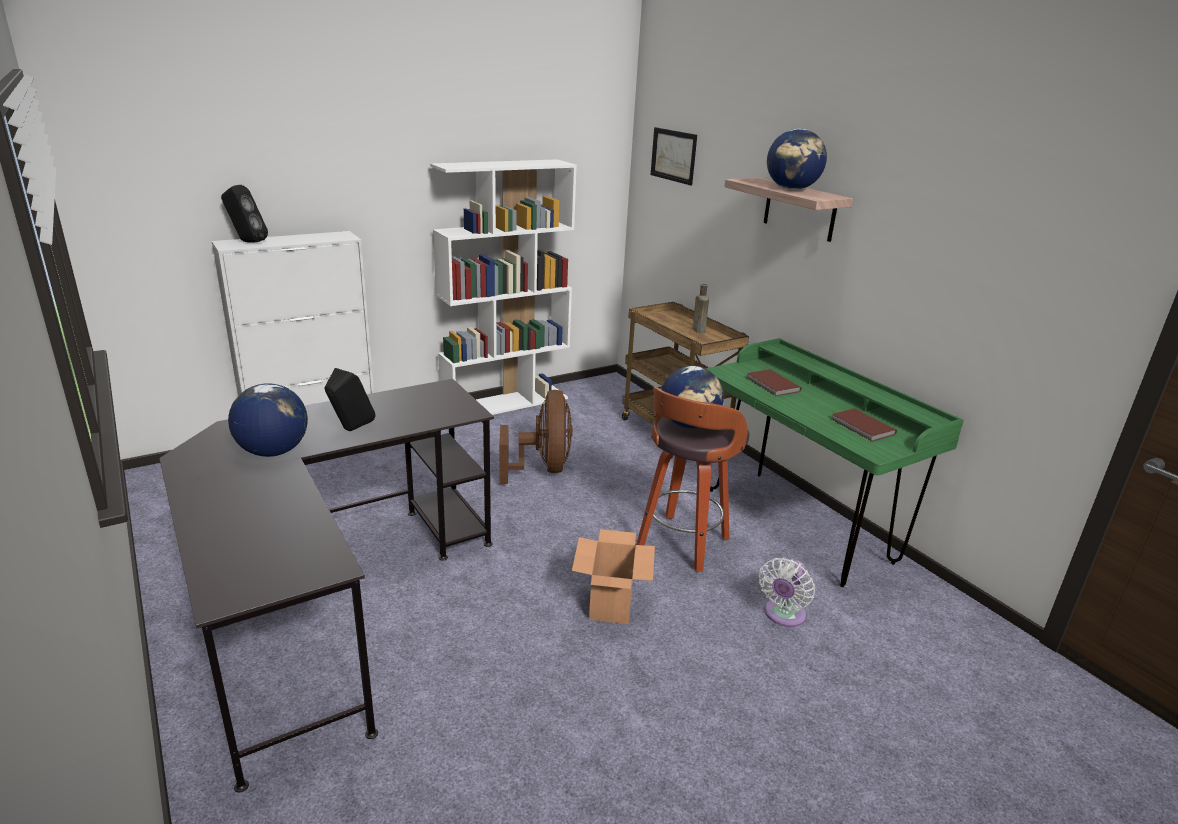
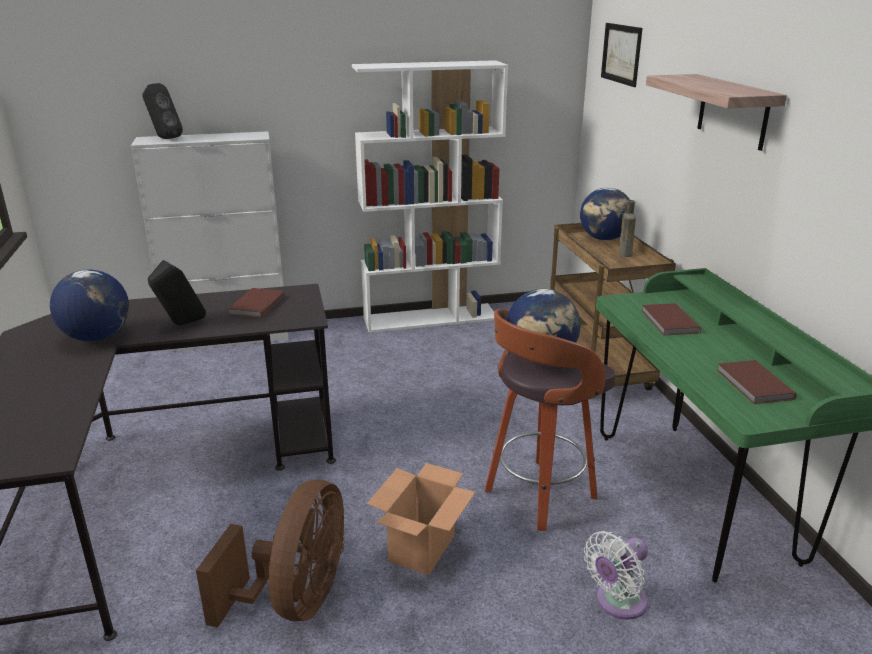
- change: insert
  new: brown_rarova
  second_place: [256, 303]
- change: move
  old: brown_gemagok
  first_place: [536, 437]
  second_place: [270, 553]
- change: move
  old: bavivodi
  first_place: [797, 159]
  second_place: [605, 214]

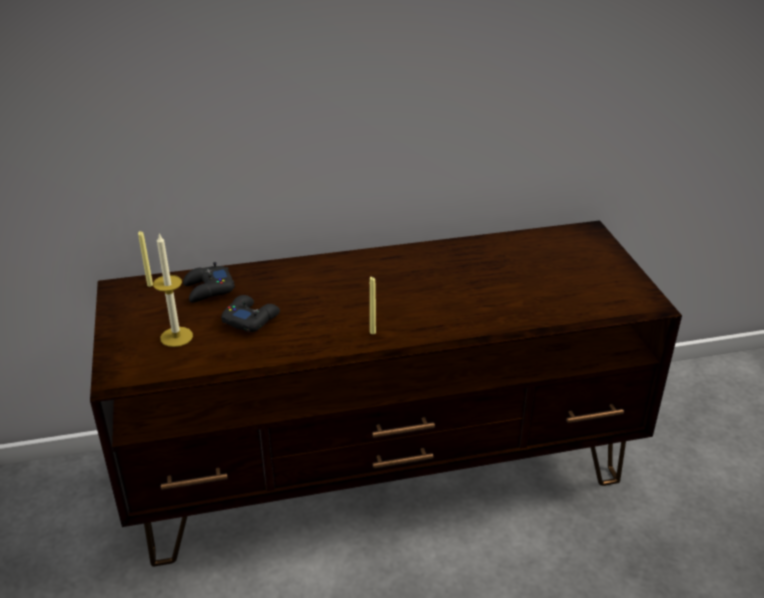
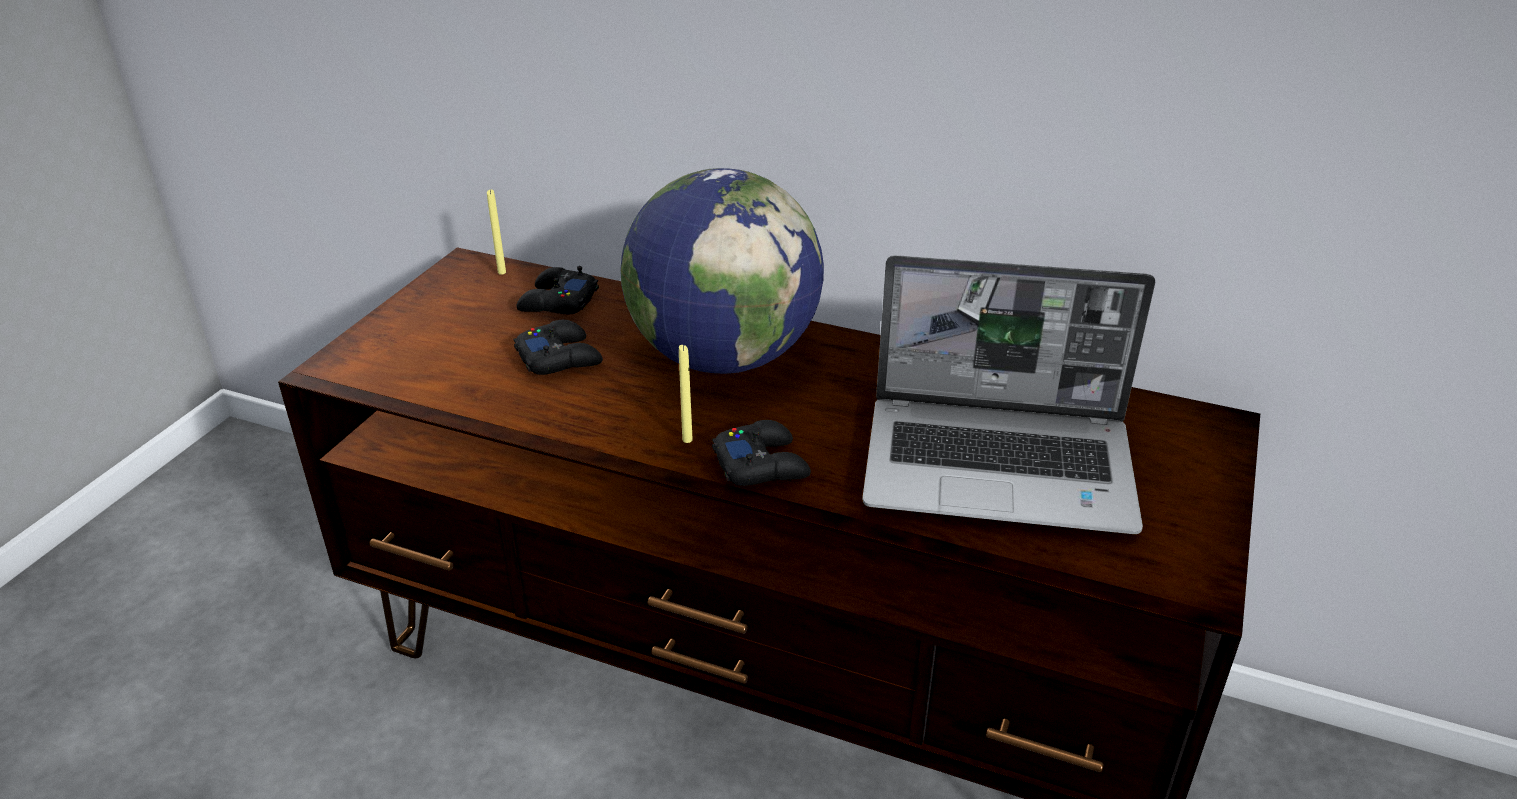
- change: delete
  old: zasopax
  first_place: [173, 290]
- change: insert
  new: bavivodi
  second_place: [722, 271]
- change: insert
  new: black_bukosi
  second_place: [761, 453]
- change: insert
  new: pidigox
  second_place: [1008, 394]

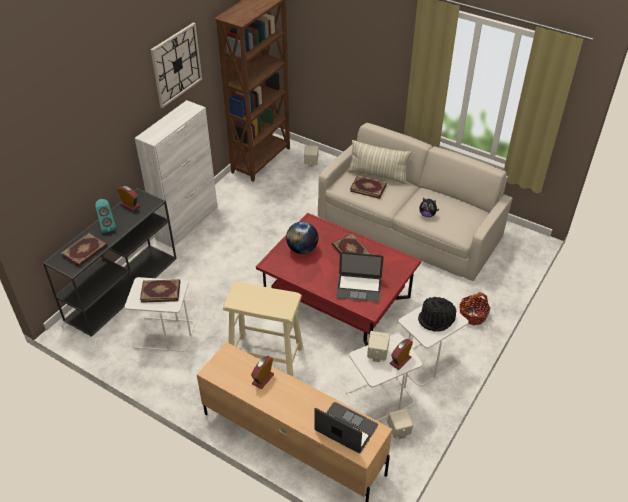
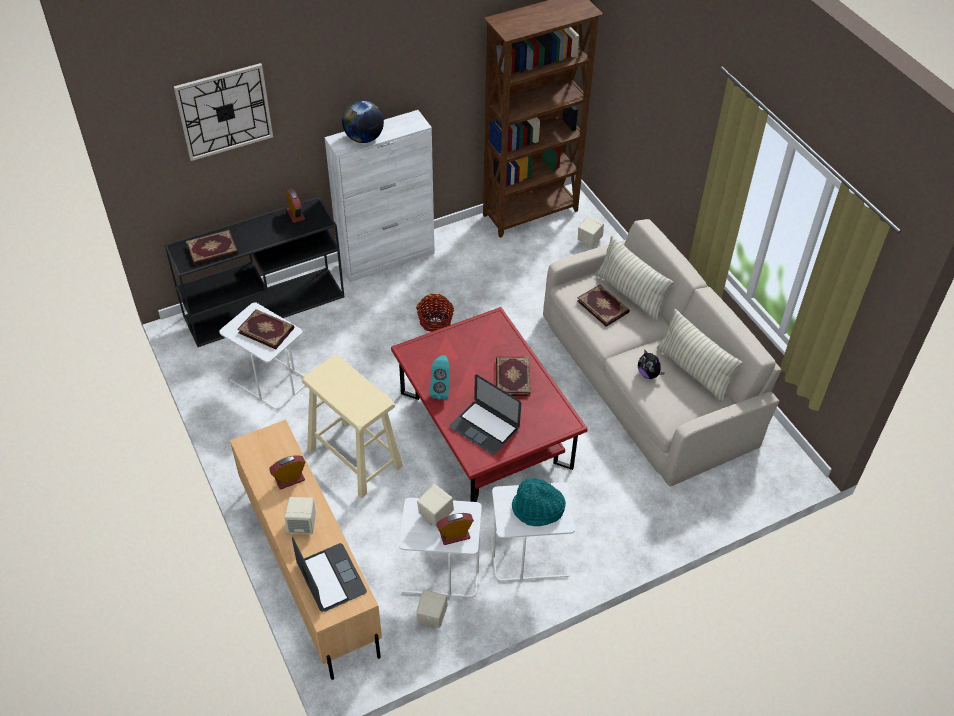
- change: insert
  new: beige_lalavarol
  second_place: [300, 515]
- change: insert
  new: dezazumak
  second_place: [700, 355]
- change: move
  old: turquoise_lalavarol
  first_place: [105, 216]
  second_place: [439, 377]
- change: move
  old: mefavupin
  first_place: [176, 65]
  second_place: [223, 112]
- change: move
  old: bavivodi
  first_place: [302, 238]
  second_place: [363, 122]
- change: move
  old: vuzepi
  first_place: [475, 308]
  second_place: [435, 313]
- change: recolor
  old: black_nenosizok
  new: turquoise_nenosizok
  first_place: [437, 314]
  second_place: [539, 502]

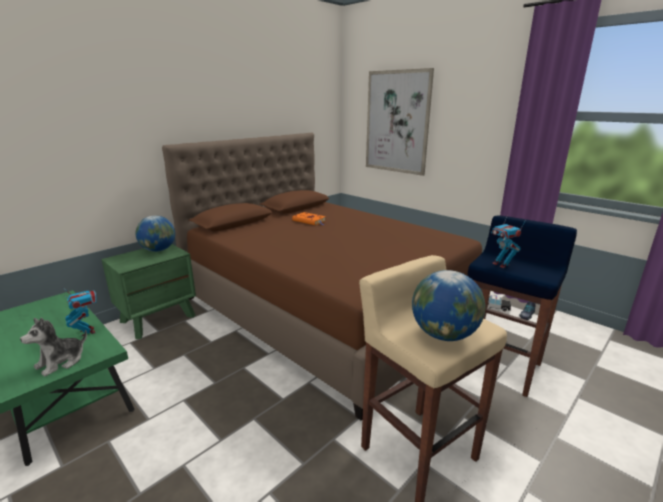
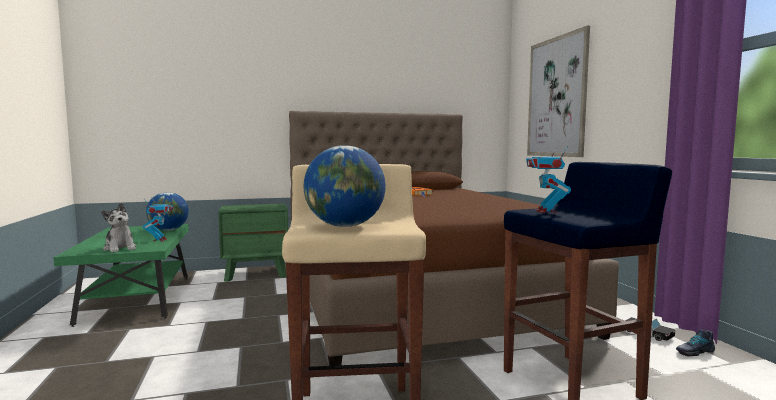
- change: move
  old: bavivodi
  first_place: [155, 233]
  second_place: [167, 211]
- change: rotate
  old: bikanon
  first_place: [53, 347]
  second_place: [118, 228]
  degrees: -105

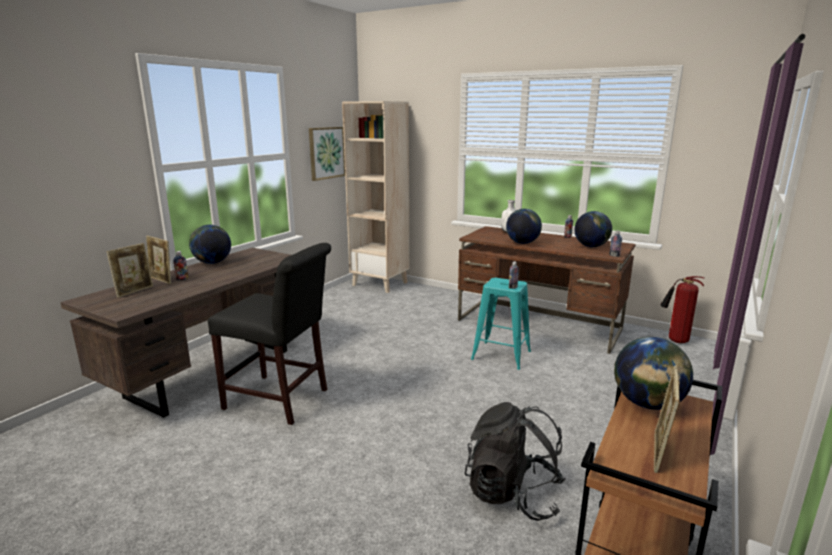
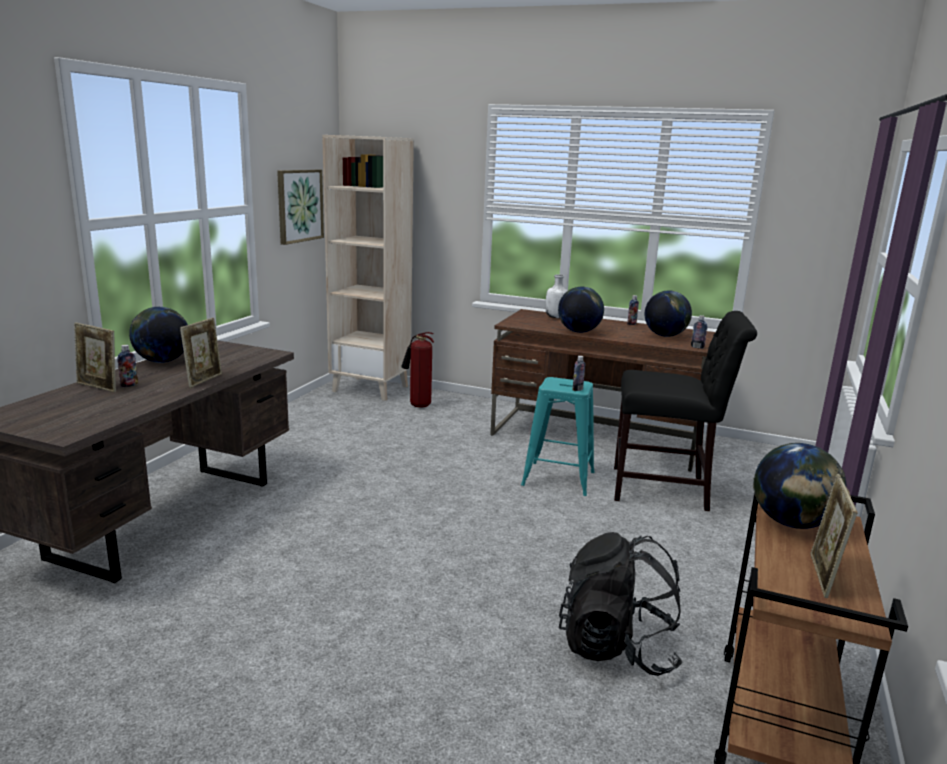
- change: move
  old: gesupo
  first_place: [130, 270]
  second_place: [201, 353]
- change: move
  old: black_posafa
  first_place: [269, 334]
  second_place: [685, 411]
- change: move
  old: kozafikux
  first_place: [682, 309]
  second_place: [417, 370]

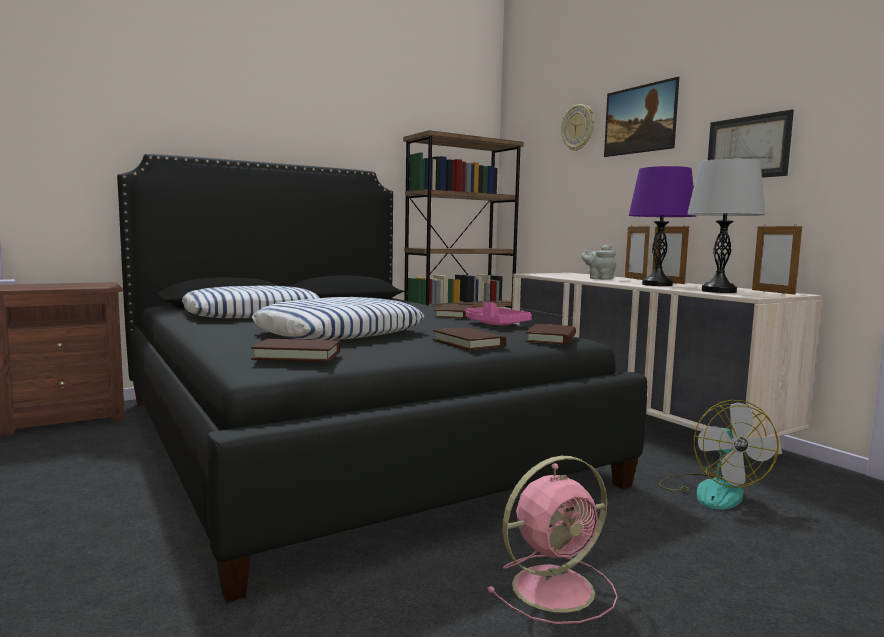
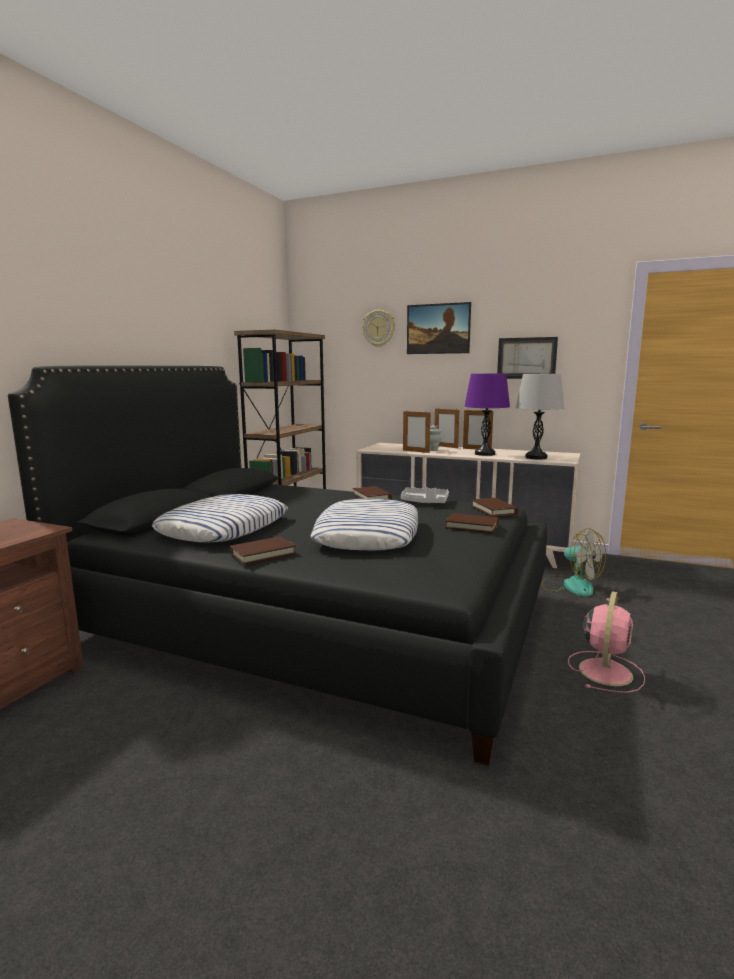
- change: move
  old: brown_rarova
  first_place: [295, 350]
  second_place: [263, 550]
- change: move
  old: gesupo
  first_place: [777, 259]
  second_place: [417, 432]
- change: recolor
  old: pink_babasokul
  new: grey_babasokul
  first_place: [498, 313]
  second_place: [425, 495]

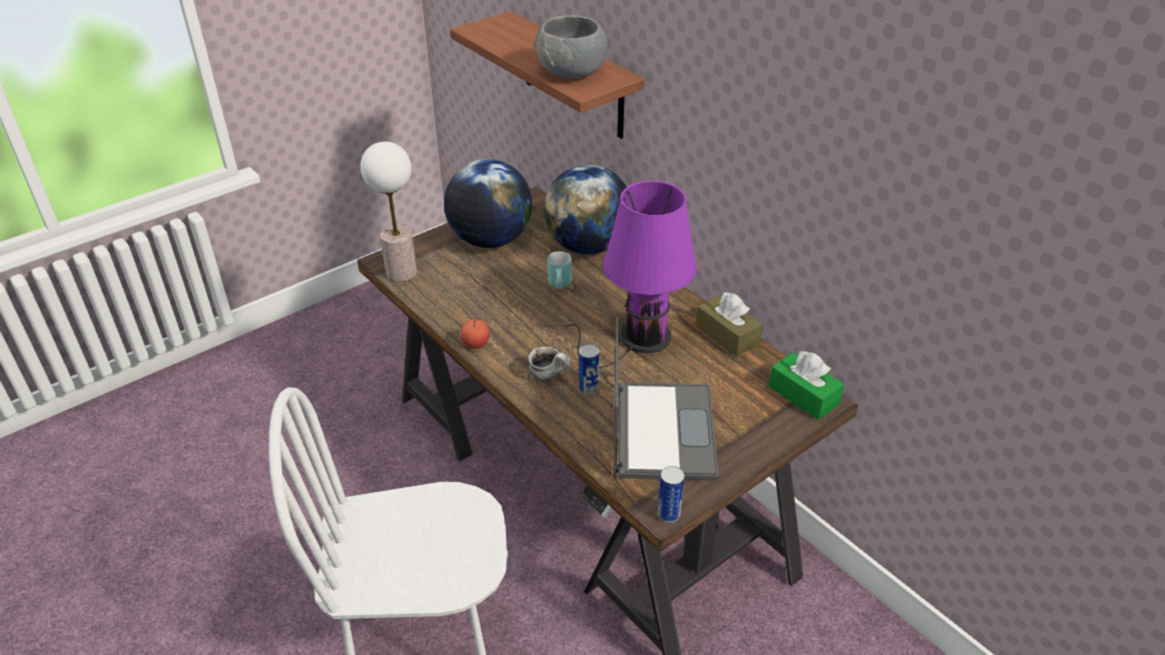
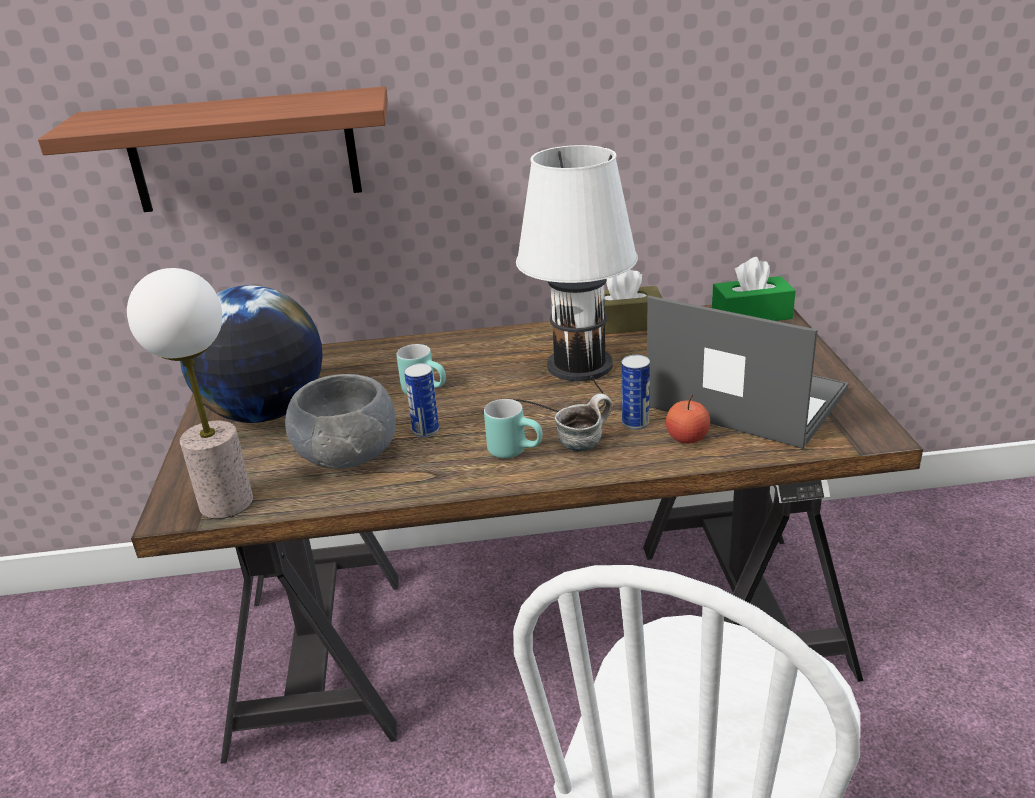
- change: delete
  old: bavivodi
  first_place: [585, 209]
- change: insert
  new: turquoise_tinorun
  second_place: [513, 428]
- change: move
  old: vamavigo
  first_place: [475, 334]
  second_place: [688, 419]
- change: move
  old: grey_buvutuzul
  first_place: [571, 47]
  second_place: [340, 421]
- change: move
  old: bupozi
  first_place: [671, 494]
  second_place: [421, 400]
- change: recolor
  old: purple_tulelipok
  new: white_tulelipok
  first_place: [630, 274]
  second_place: [575, 278]

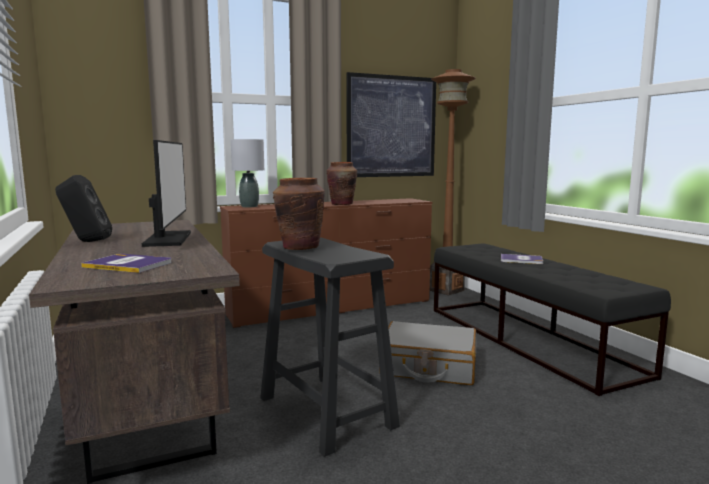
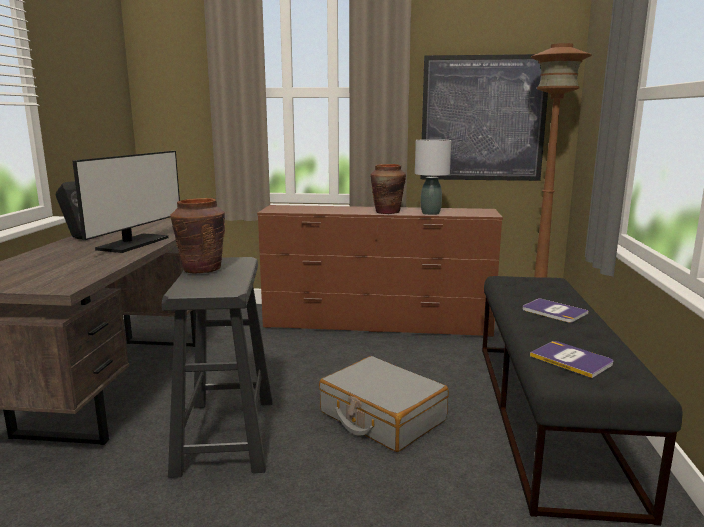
- change: move
  old: rarova
  first_place: [126, 263]
  second_place: [571, 359]
- change: move
  old: grey_tulelipok
  first_place: [247, 173]
  second_place: [433, 177]

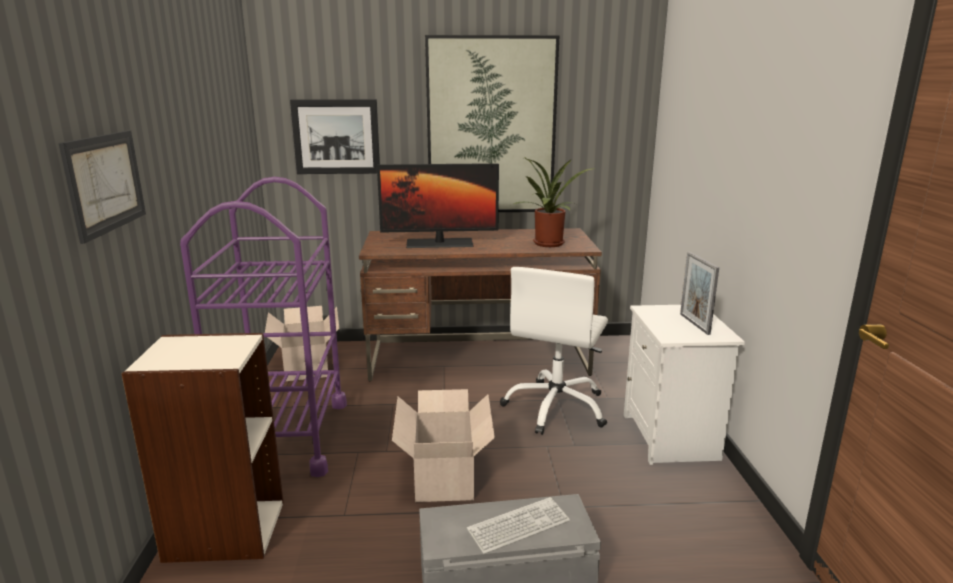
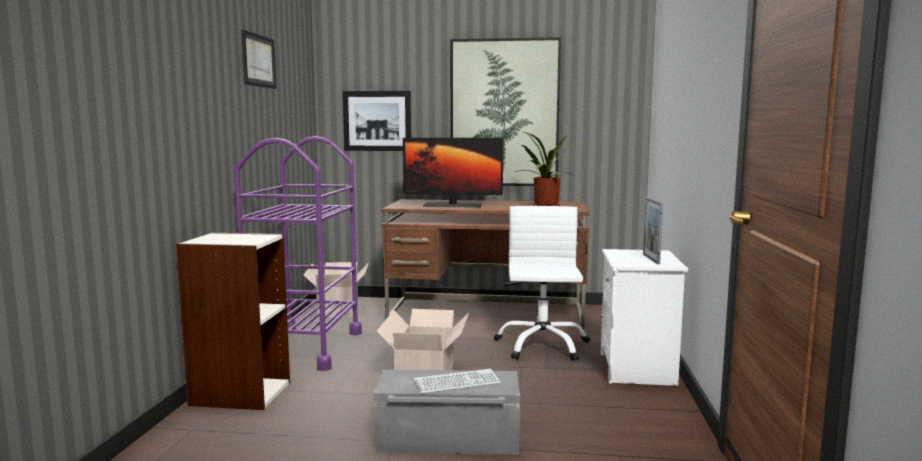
- change: move
  old: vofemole
  first_place: [102, 187]
  second_place: [259, 59]
- change: rotate
  old: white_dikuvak
  first_place: [554, 351]
  second_place: [542, 283]
  degrees: 150

